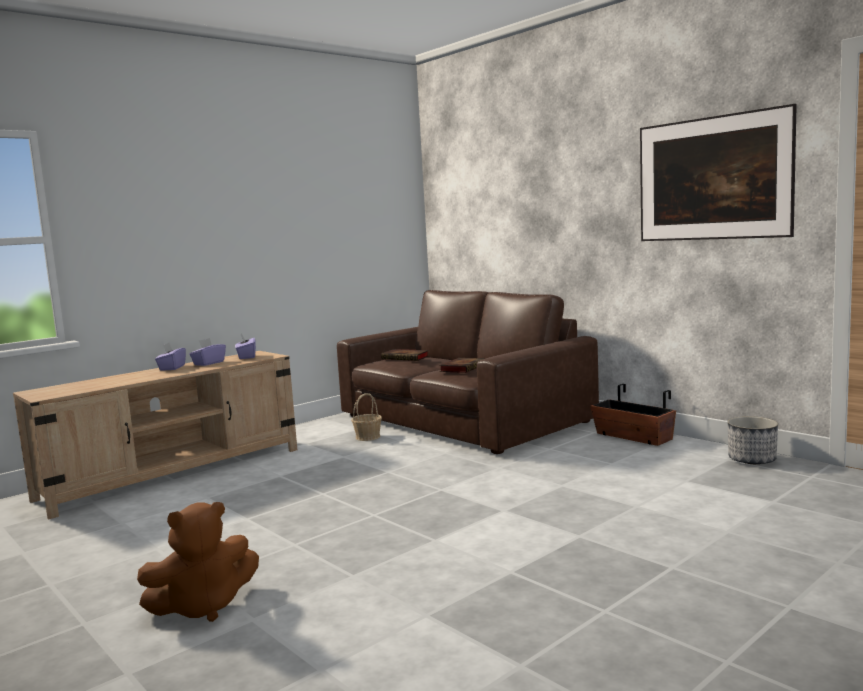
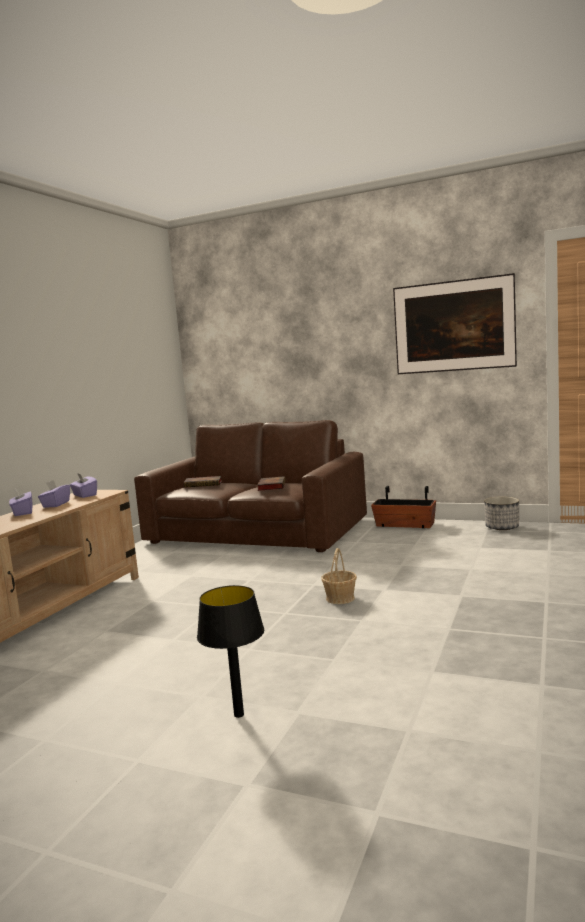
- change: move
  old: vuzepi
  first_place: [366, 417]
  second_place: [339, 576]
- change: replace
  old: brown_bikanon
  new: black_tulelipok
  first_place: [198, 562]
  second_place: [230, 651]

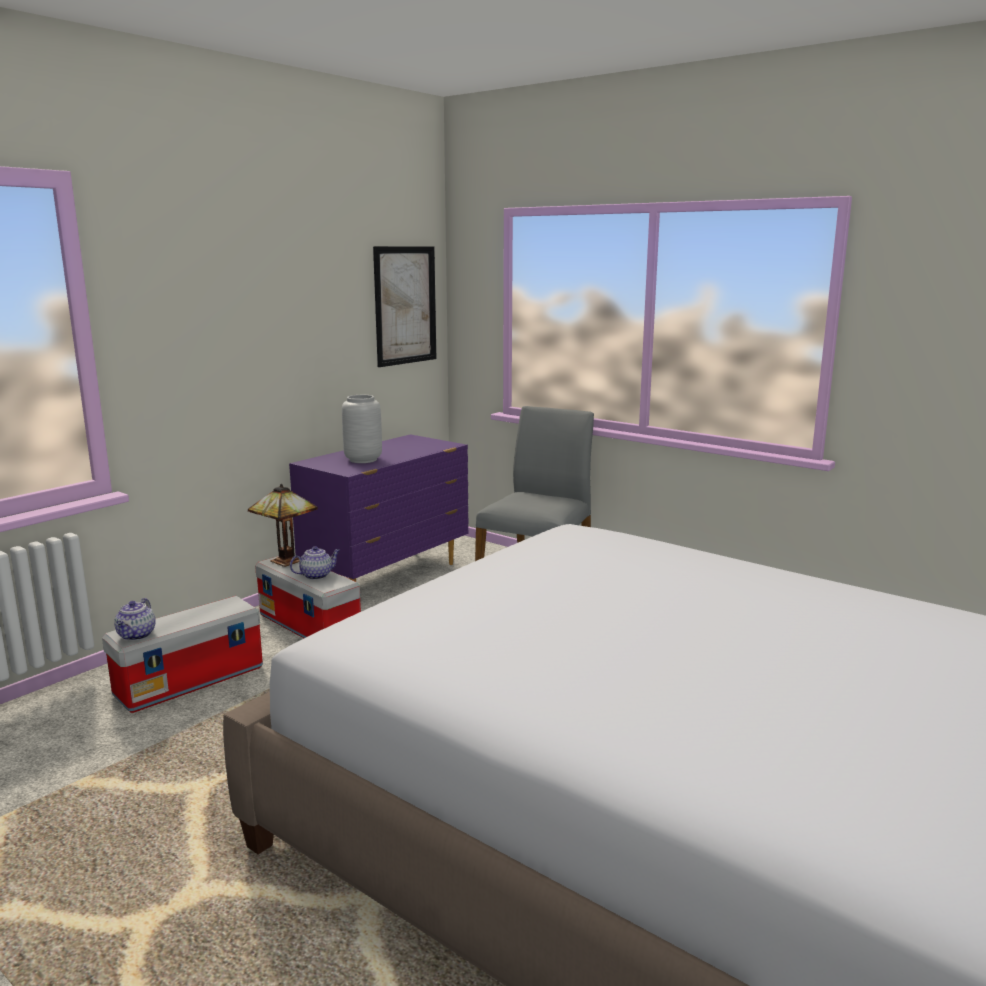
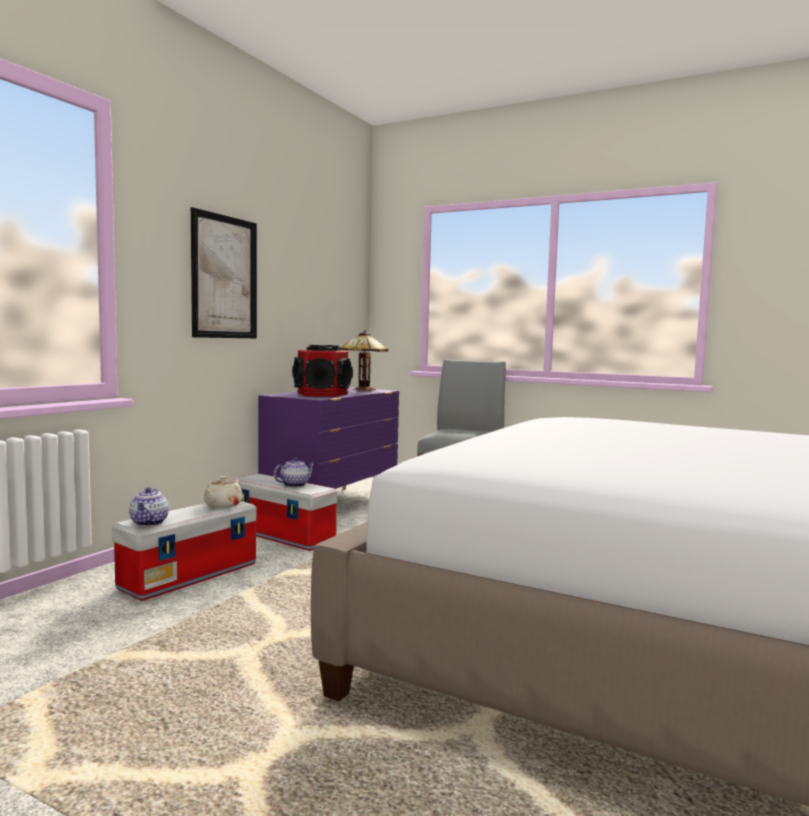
- change: insert
  new: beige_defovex
  second_place: [223, 492]
- change: move
  old: tulelipok
  first_place: [283, 525]
  second_place: [364, 360]
- change: move
  old: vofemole
  first_place: [404, 306]
  second_place: [224, 272]
- change: replace
  old: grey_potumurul
  new: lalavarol
  first_place: [362, 429]
  second_place: [322, 371]

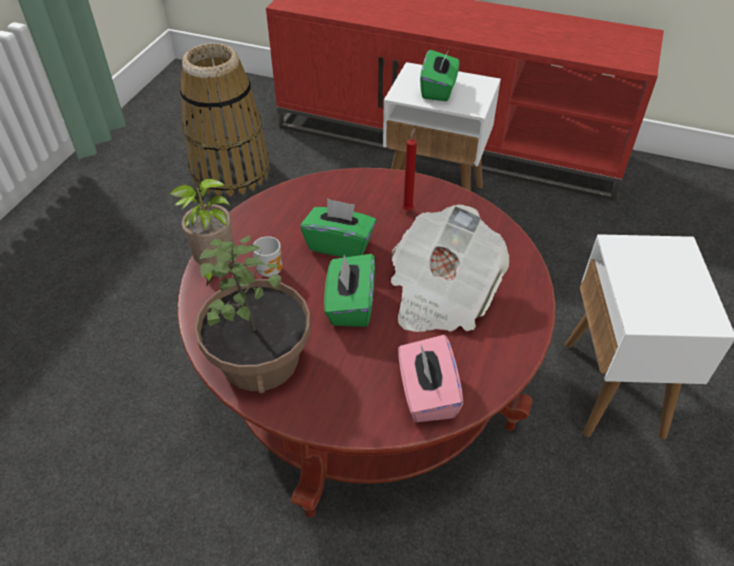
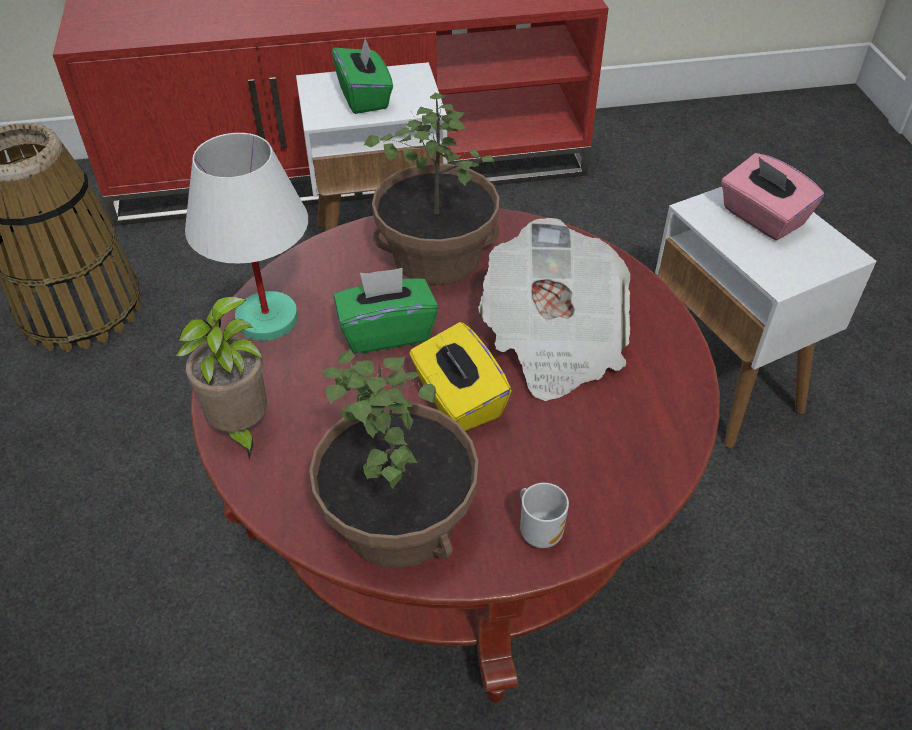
- change: insert
  new: white_tulelipok
  second_place: [246, 237]
- change: move
  old: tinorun
  first_place: [267, 256]
  second_place: [544, 515]
- change: move
  old: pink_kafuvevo
  first_place: [431, 378]
  second_place: [772, 197]
- change: replace
  old: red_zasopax
  new: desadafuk
  first_place: [409, 169]
  second_place: [432, 188]
- change: recolor
  old: green_kafuvevo
  new: yellow_kafuvevo
  first_place: [349, 290]
  second_place: [460, 376]

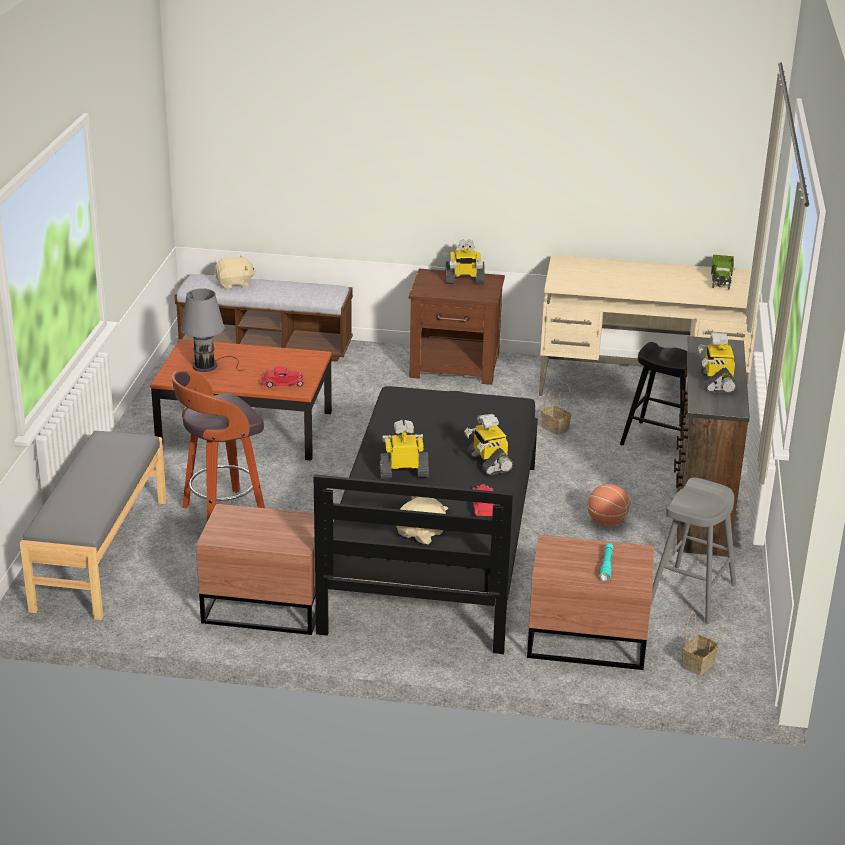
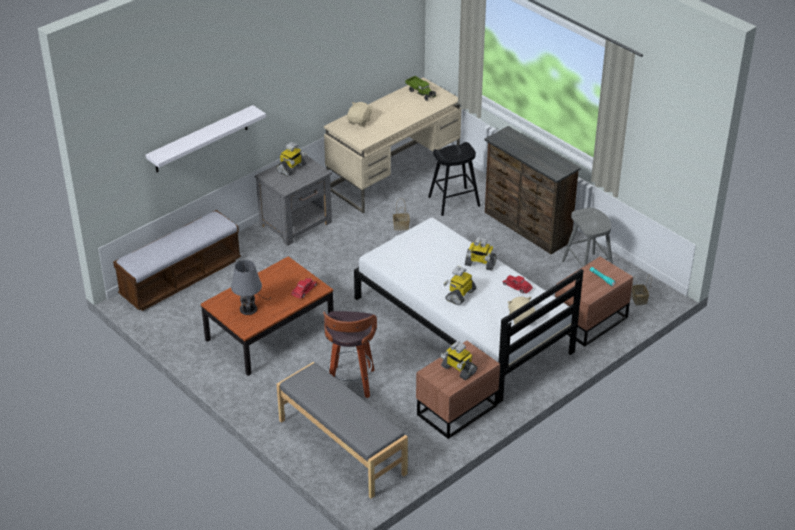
- change: delete
  old: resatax
  first_place: [608, 505]
- change: insert
  new: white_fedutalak
  second_place: [206, 138]
- change: move
  old: beige_bikanon
  first_place: [235, 272]
  second_place: [360, 114]
- change: move
  old: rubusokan
  first_place: [717, 362]
  second_place: [459, 360]
- change: recolor
  old: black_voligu
  new: white_voligu
  first_place: [426, 520]
  second_place: [468, 311]
- change: recolor
  old: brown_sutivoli
  new: grey_sutivoli
  first_place: [457, 327]
  second_place: [293, 199]

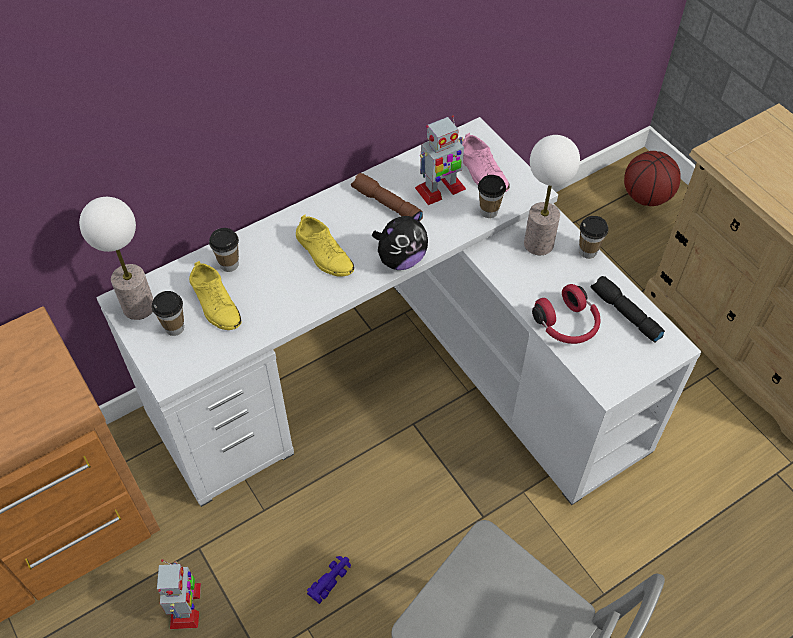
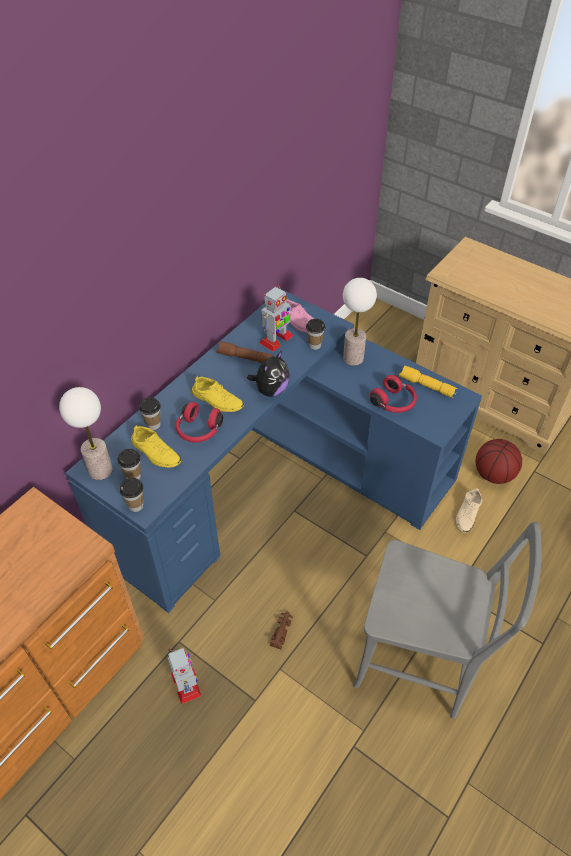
- change: insert
  new: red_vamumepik
  second_place: [199, 422]
- change: insert
  new: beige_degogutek
  second_place: [469, 510]
- change: move
  old: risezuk
  first_place: [593, 237]
  second_place: [132, 495]
- change: move
  old: resatax
  first_place: [652, 178]
  second_place: [498, 461]
- change: recolor
  old: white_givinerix
  new: blue_givinerix
  first_place: [399, 312]
  second_place: [273, 451]
- change: recolor
  old: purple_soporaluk
  new: brown_soporaluk
  first_place: [329, 580]
  second_place: [281, 630]
- change: recolor
  old: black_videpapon
  new: yellow_videpapon
  first_place: [628, 309]
  second_place: [428, 382]

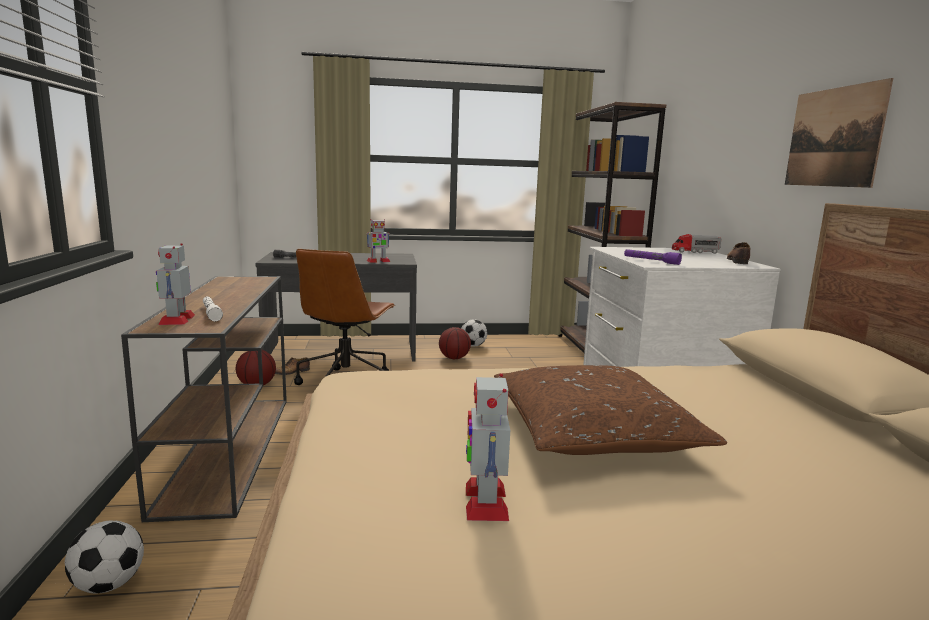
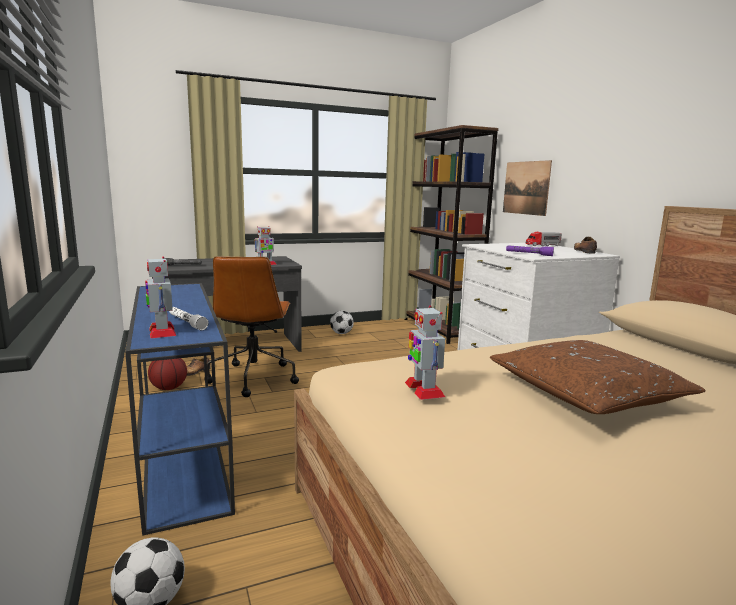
- change: delete
  old: resatax
  first_place: [455, 343]
- change: move
  old: rubusokan
  first_place: [488, 447]
  second_place: [425, 352]
- change: move
  old: vofemole
  first_place: [839, 133]
  second_place: [527, 188]
- change: recolor
  old: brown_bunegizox
  new: blue_bunegizox
  first_place: [204, 399]
  second_place: [180, 409]

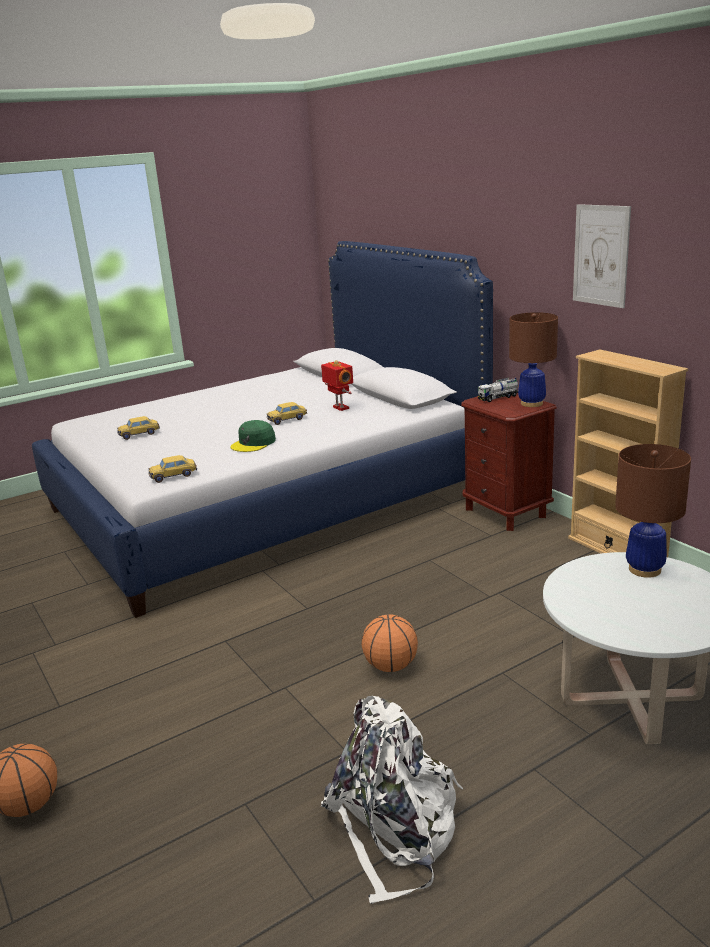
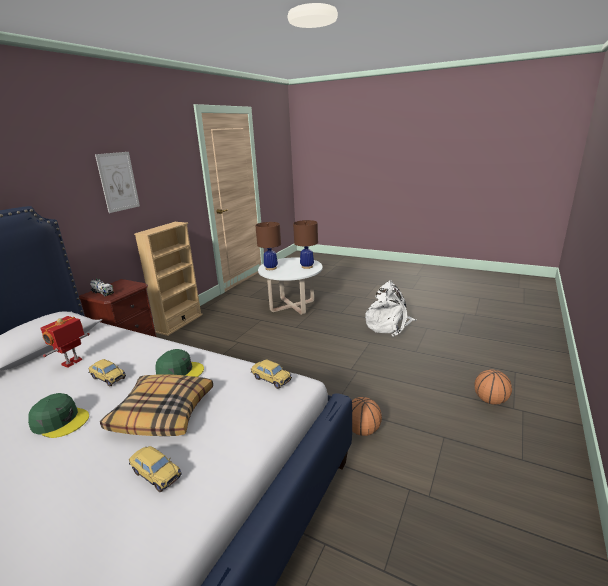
- change: insert
  new: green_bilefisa
  second_place: [58, 415]
- change: insert
  new: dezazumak
  second_place: [156, 405]
- change: move
  old: resatax
  first_place: [390, 643]
  second_place: [367, 416]
- change: move
  old: brown_tulelipok
  first_place: [533, 359]
  second_place: [305, 244]

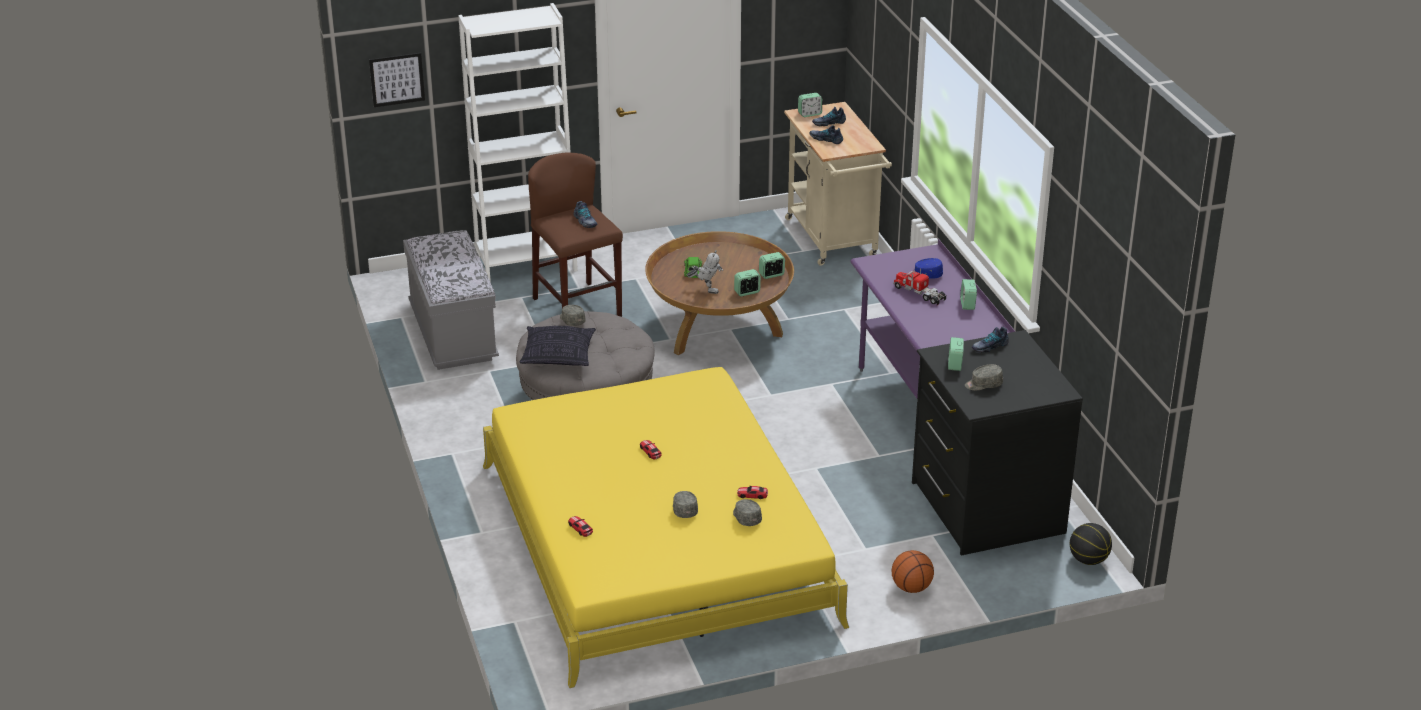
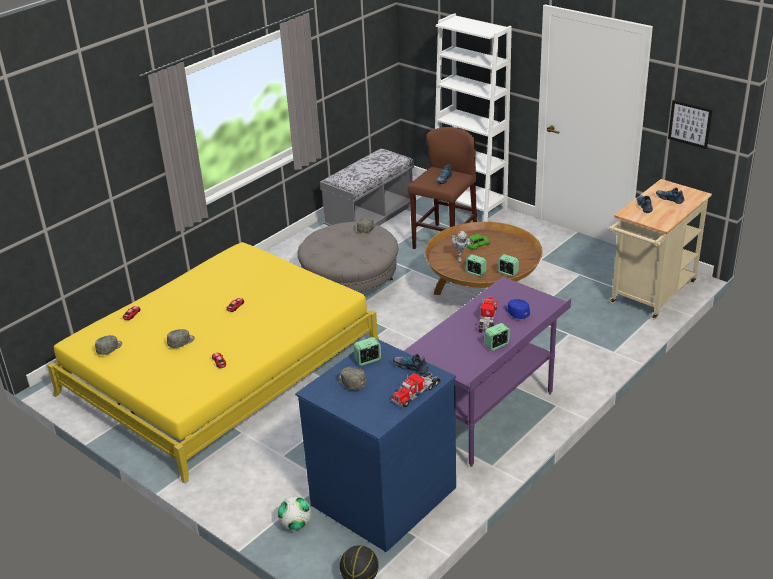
- change: delete
  old: dezazumak
  first_place: [557, 346]
- change: delete
  old: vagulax
  first_place: [810, 105]
- change: delete
  old: resatax
  first_place: [913, 571]
- change: insert
  new: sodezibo
  second_place: [294, 513]
- change: insert
  new: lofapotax
  second_place: [415, 390]
- change: move
  old: vofemole
  first_place: [397, 79]
  second_place: [690, 124]
- change: move
  old: grey_bilefisa
  first_place: [747, 512]
  second_place: [108, 345]
- change: recolor
  old: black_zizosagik
  new: blue_zizosagik
  first_place: [997, 443]
  second_place: [375, 445]

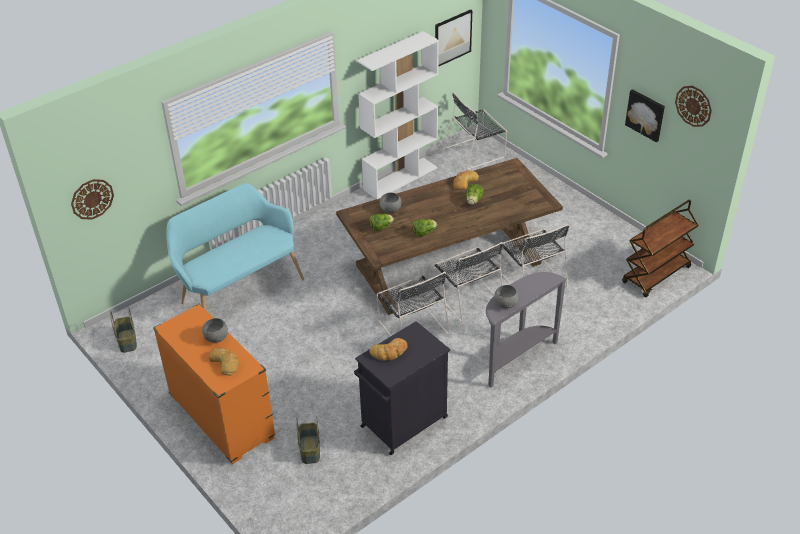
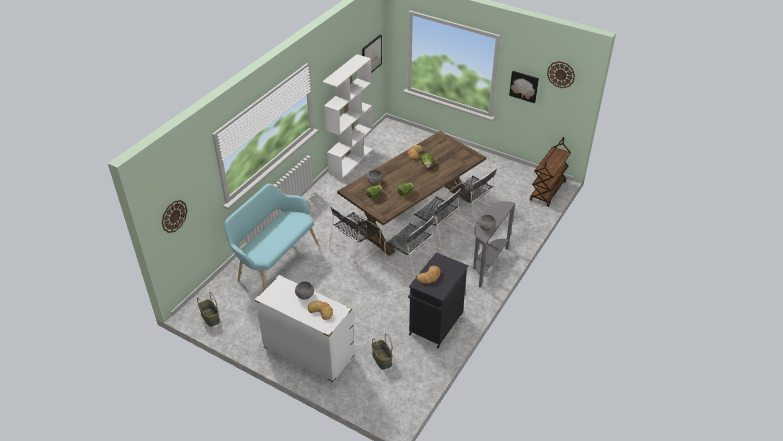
- change: move
  old: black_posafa
  first_place: [476, 131]
  second_place: [355, 236]
- change: recolor
  old: orange_zizosagik
  new: white_zizosagik
  first_place: [214, 383]
  second_place: [305, 329]

